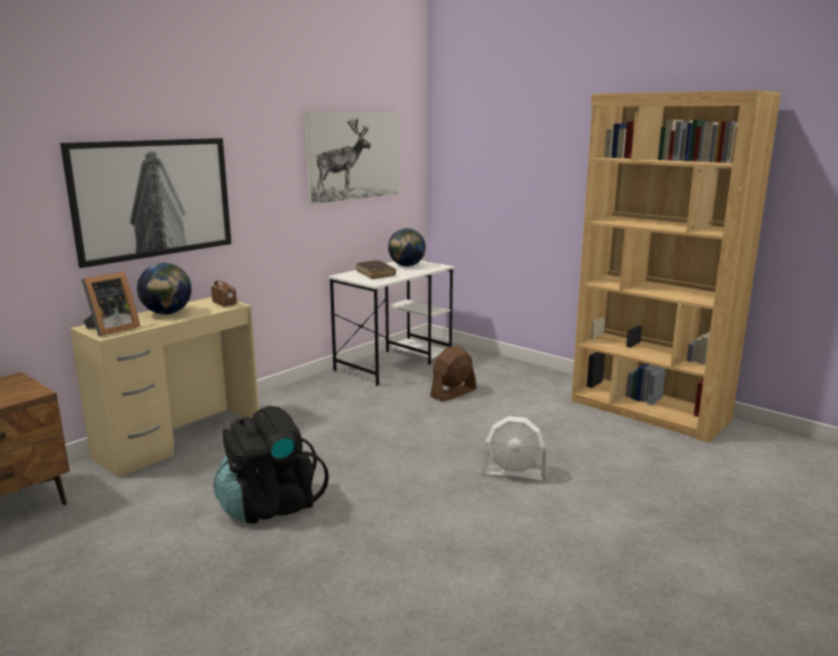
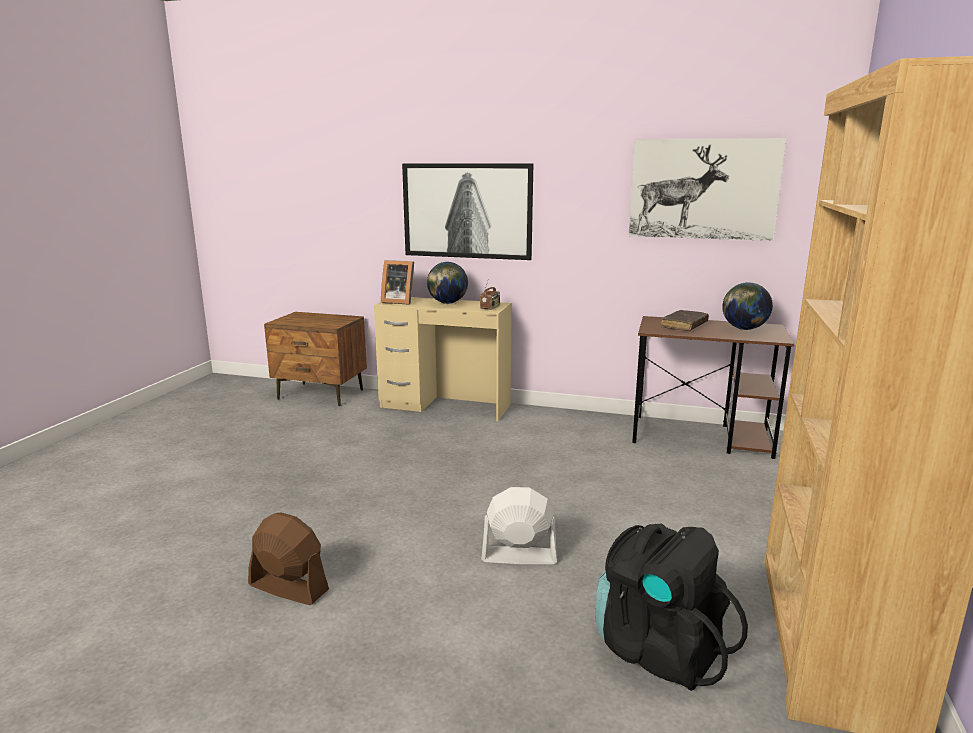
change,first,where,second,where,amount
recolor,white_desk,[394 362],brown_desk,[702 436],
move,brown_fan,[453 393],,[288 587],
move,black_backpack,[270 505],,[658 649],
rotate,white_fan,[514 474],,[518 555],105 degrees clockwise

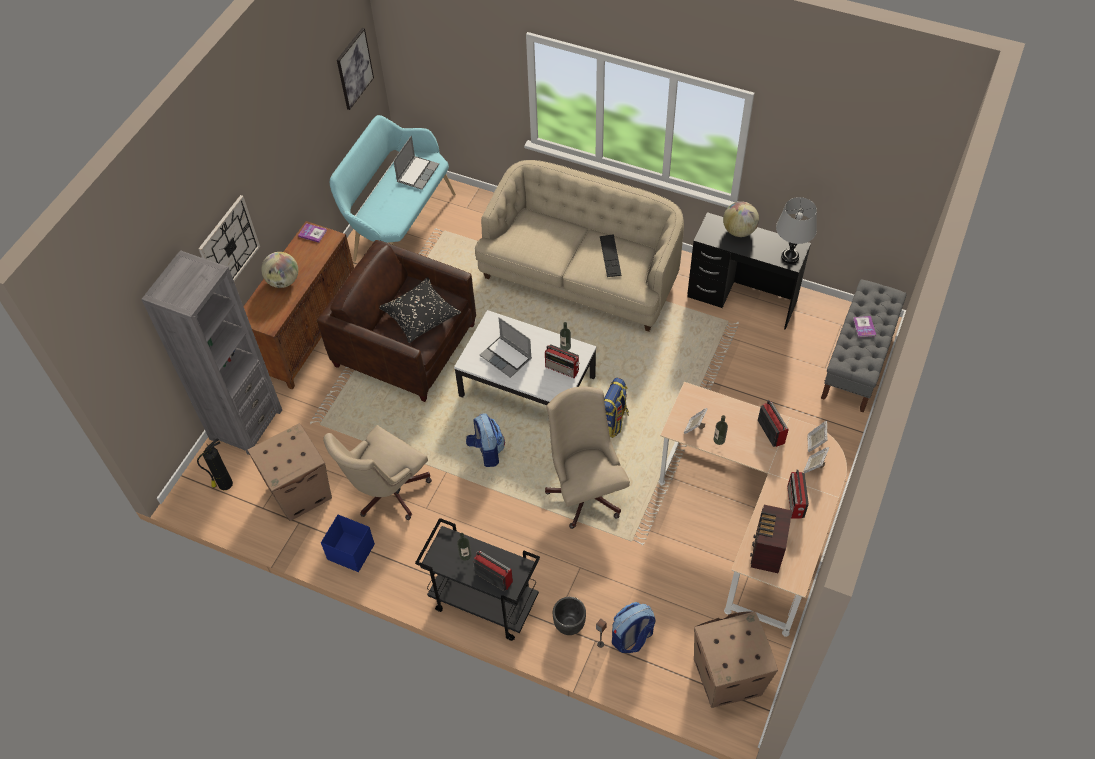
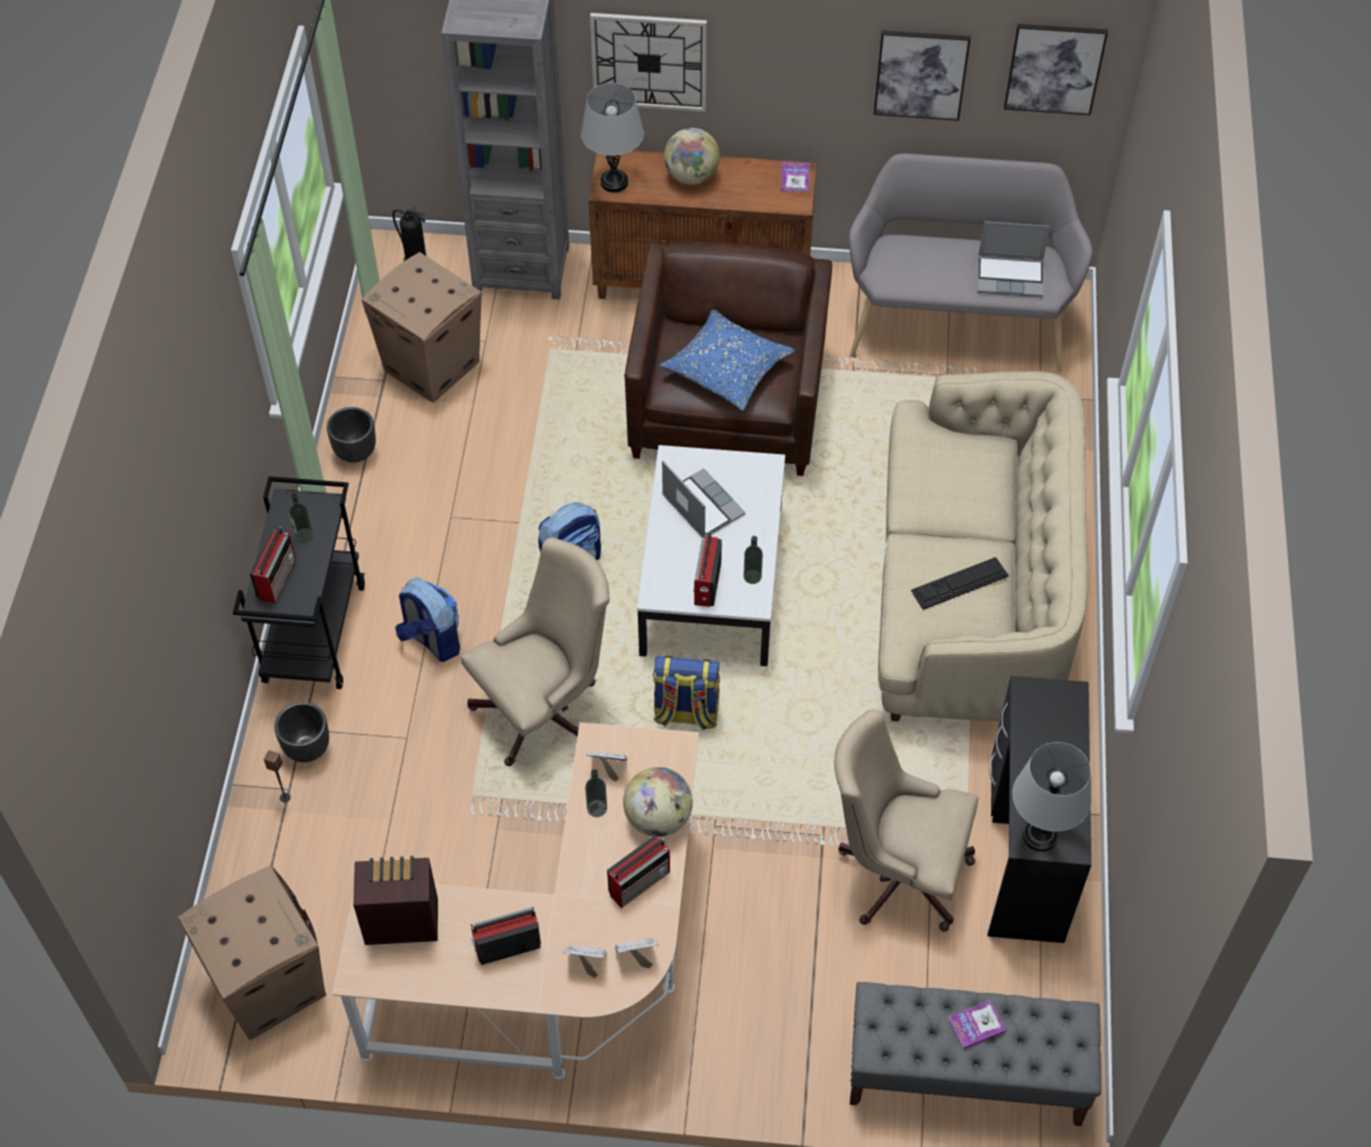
change,first,where,second,where,amount
recolor,turquoise_bench,[399 227],grey_bench,[956 322],
move,globe,[739 231],,[658 818],
recolor,black_pillow,[420 316],blue_pillow,[727 369],
rotate,laptop,[506 357],,[701 505],120 degrees clockwise
move,beige_office_chair,[386 493],,[895 871],
replace,blue_storage_box,[350 551],black_planter,[355 452],
move,backpack,[632 638],,[431 640],
insert,,,picture,[921 74],
insert,,,grey_table_lamp,[614 182],

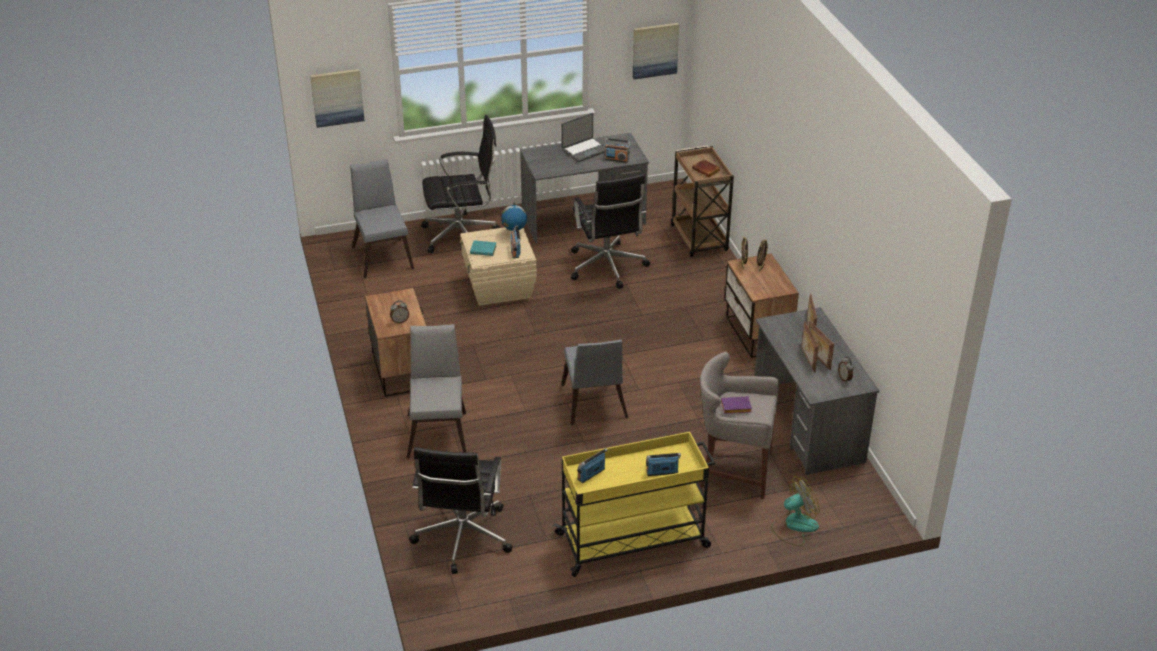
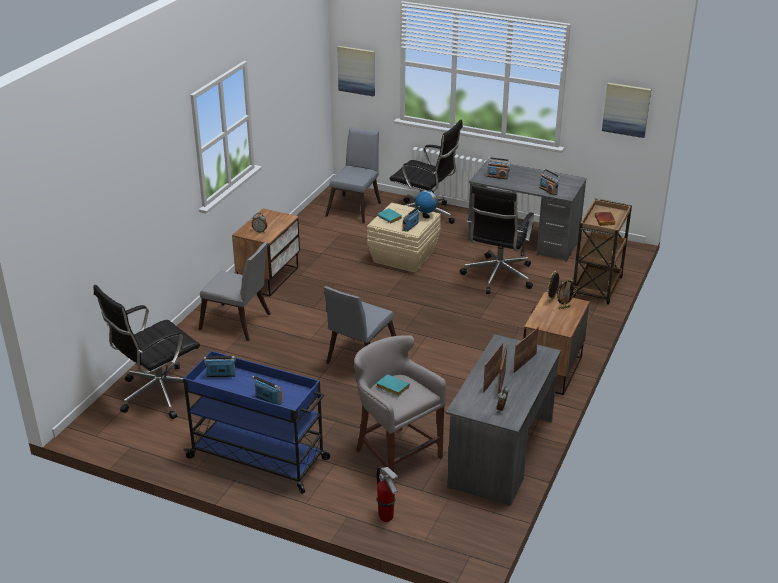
change,first,where,second,where,amount
delete,laptop,[584 150],,,
rotate,grey_chair,[438 431],,[239 324],75 degrees clockwise
recolor,purple_book,[735 408],turquoise_book,[391 388],
recolor,yellow_cart,[634 540],blue_cart,[260 459],
replace,fan,[794 526],fire_extinguisher,[386 517],
insert,,,radio,[497 177],

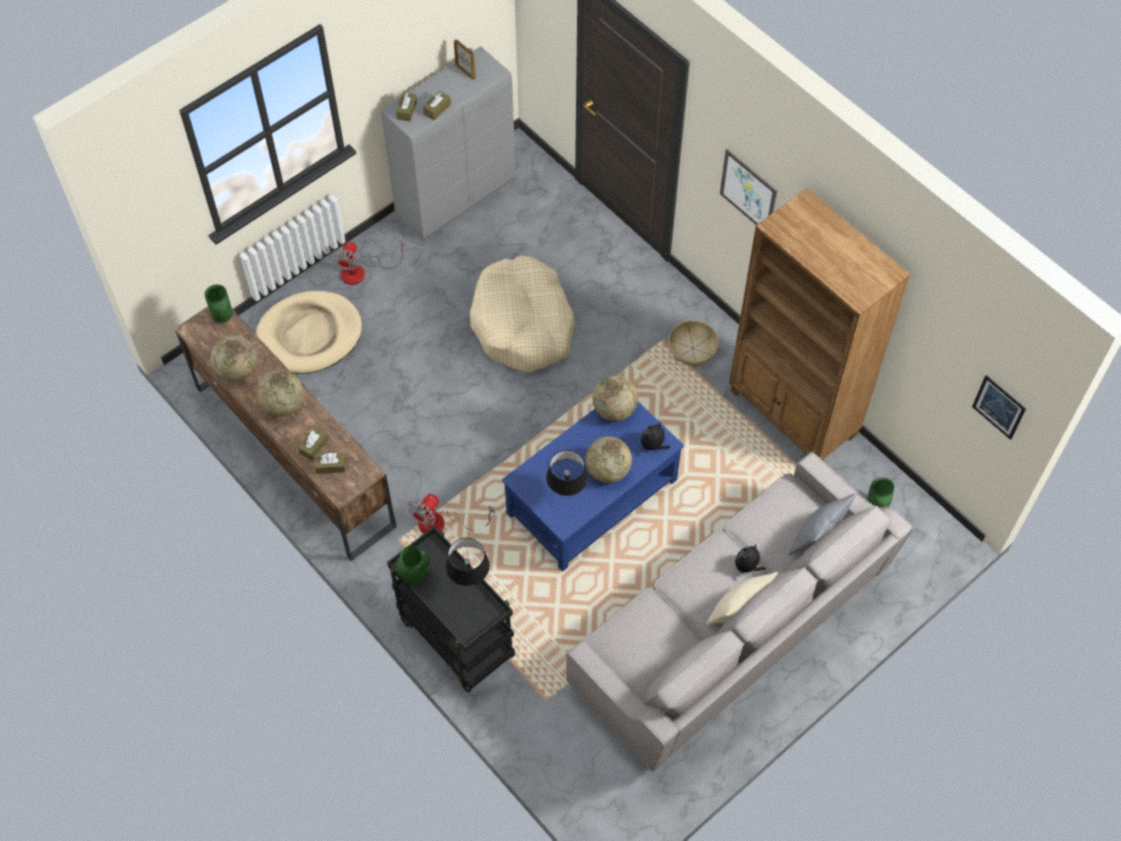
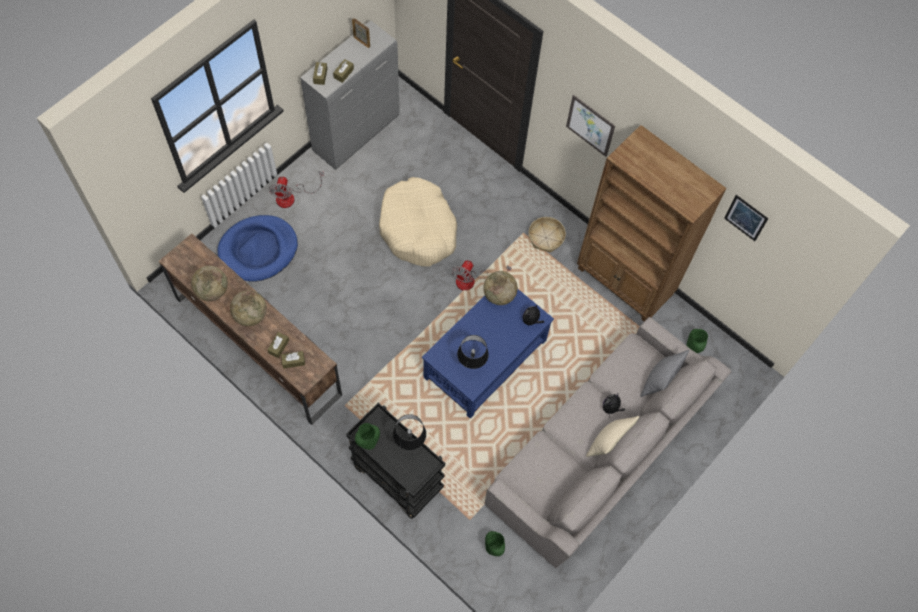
change,first,where,second,where,amount
move,green_vase,[224 318],,[494 548],
recolor,beige_dog_bed,[310 335],blue_dog_bed,[258 250],
move,picture,[999 407],,[746 217],
delete,globe,[607 470],,,
move,fan,[442 524],,[472 281],

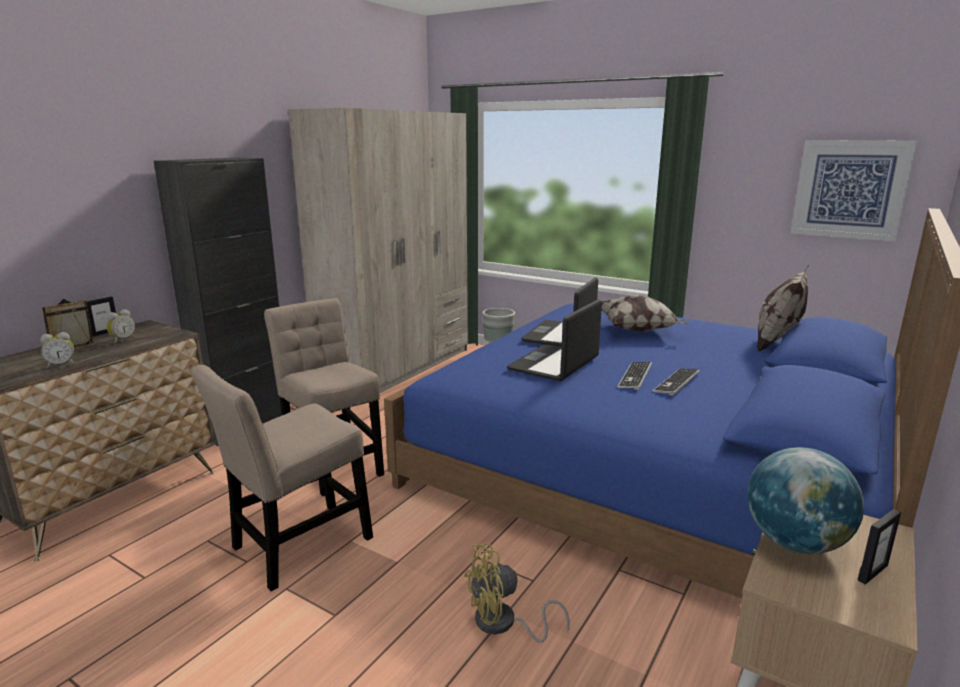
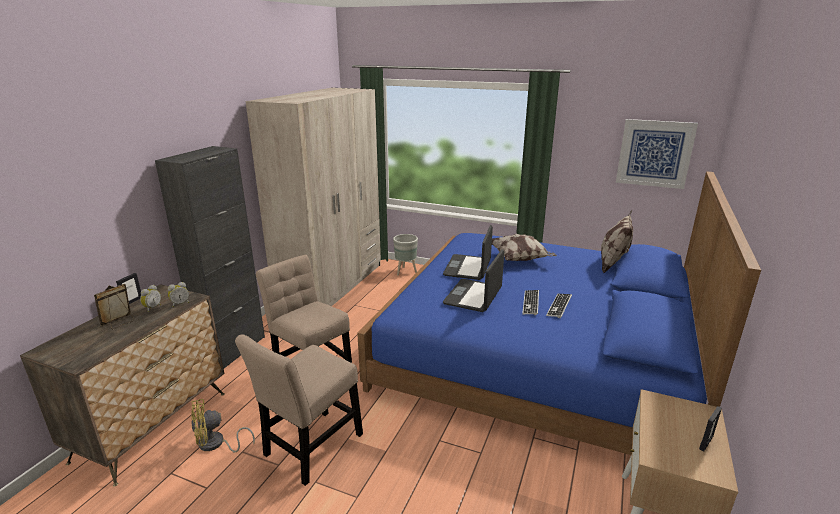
change,first,where,second,where,amount
move,alarm_clock,[61 365],,[180 303],
delete,globe,[795 543],,,
move,yellow_fan,[503 624],,[216 444],

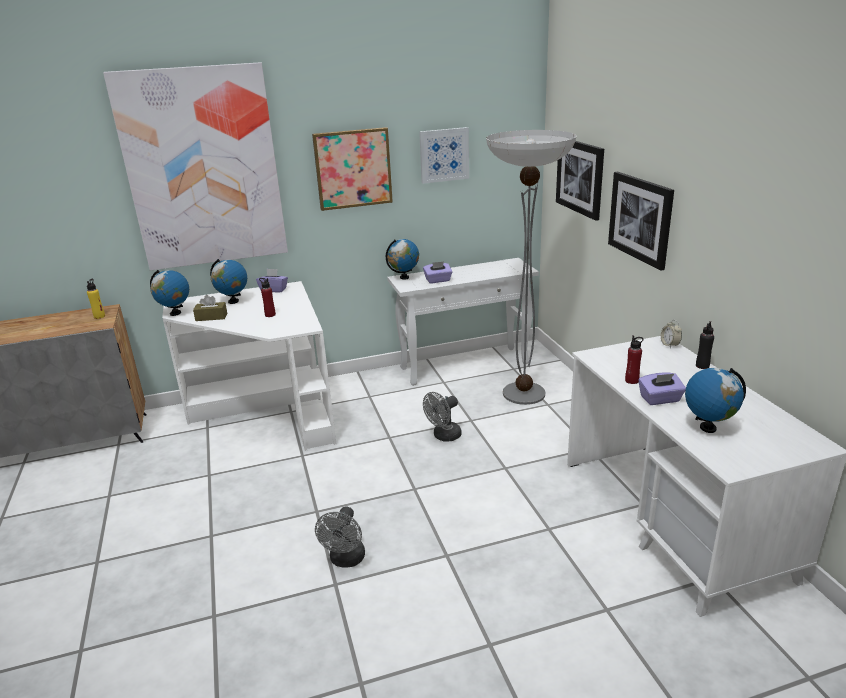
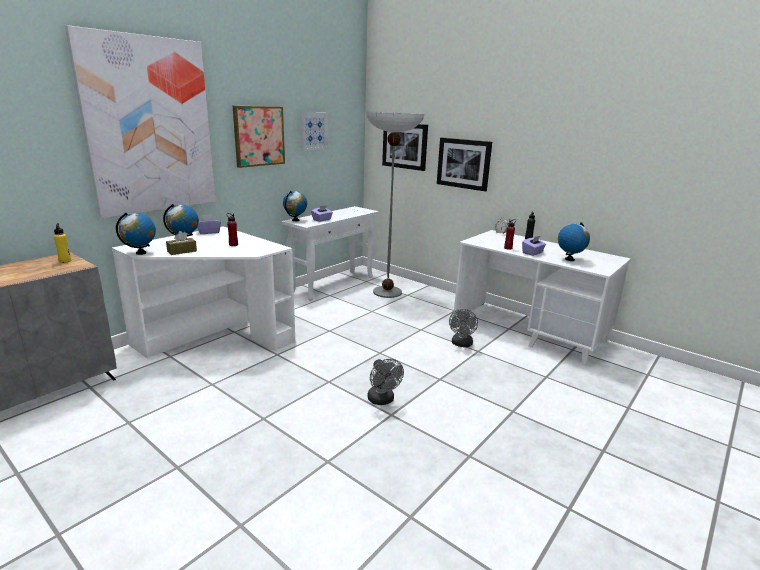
change,first,where,second,where,amount
move,grey_fan,[444 436],,[461 344],

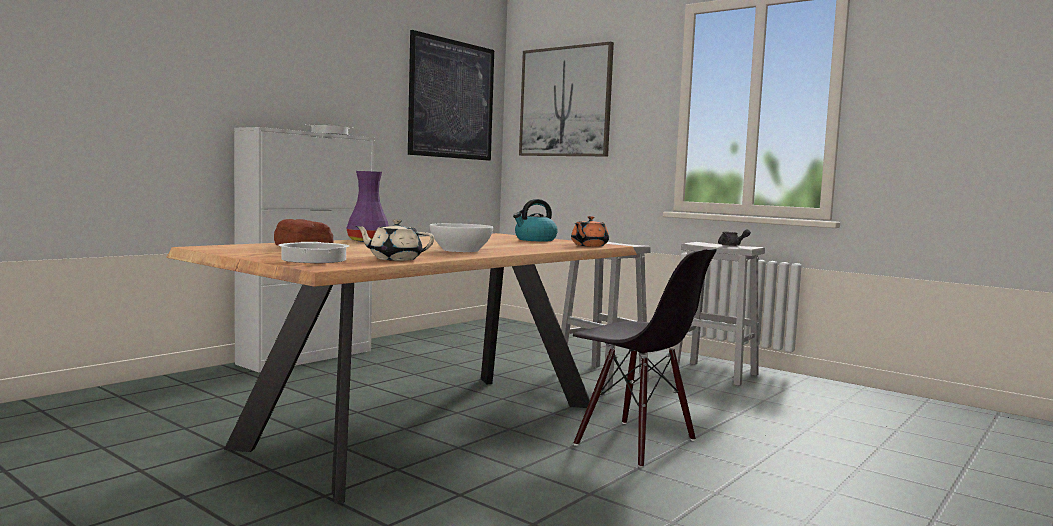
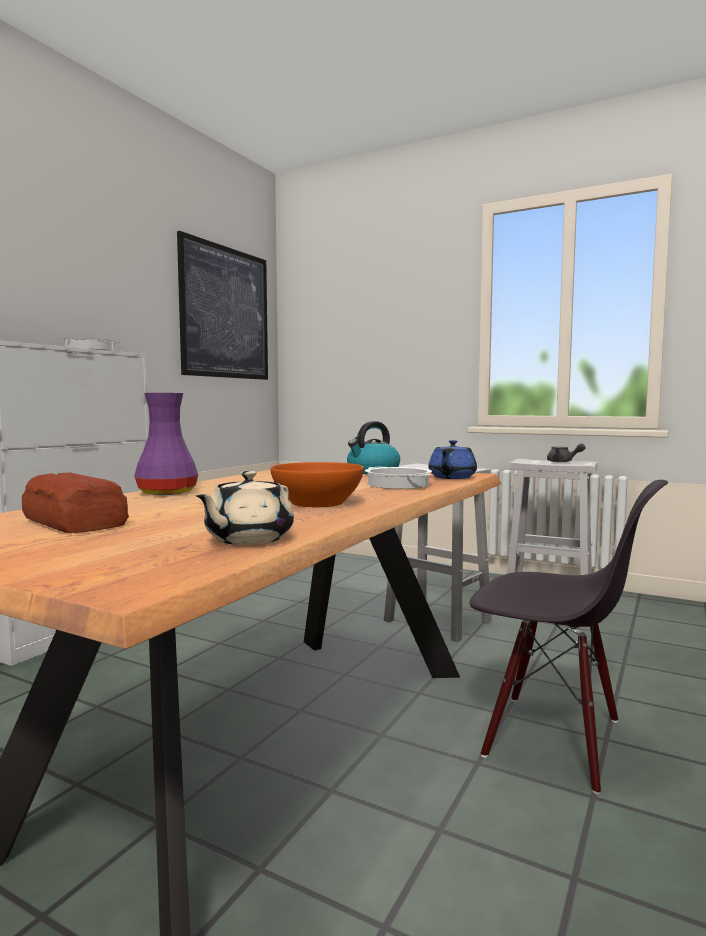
change,first,where,second,where,amount
delete,picture,[565 102],,,
recolor,orange_teapot,[588 245],blue_teapot,[451 477],
rotate,beige_teapot,[394 259],,[247 539],60 degrees counterclockwise
recolor,white_bowl,[460 250],orange_bowl,[317 503],
move,cooking_pot,[315 260],,[399 484],

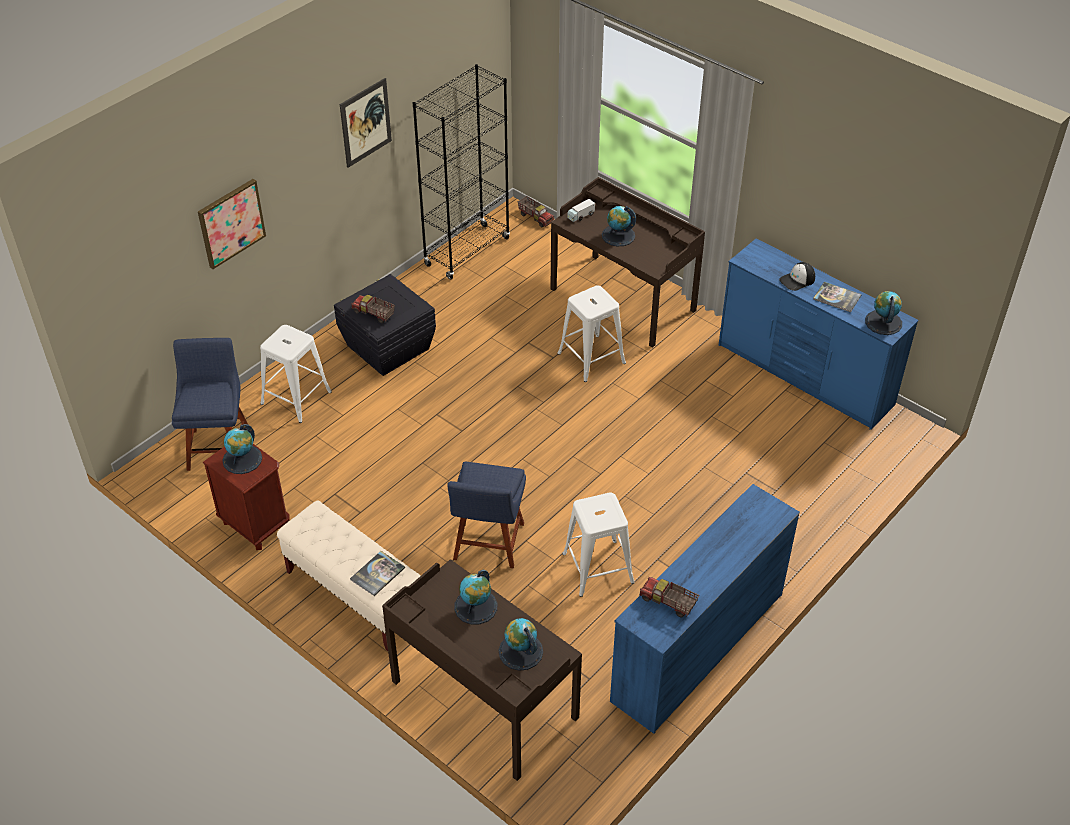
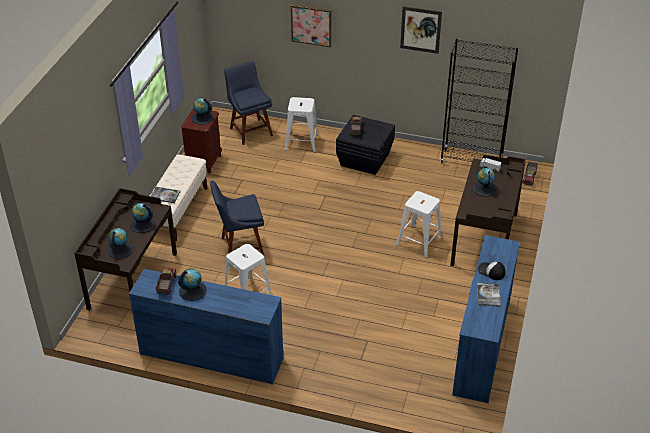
change,first,where,second,where,amount
move,globe,[883 322],,[192 291],
rotate,blue_chair,[219 446],,[250 130],90 degrees counterclockwise

